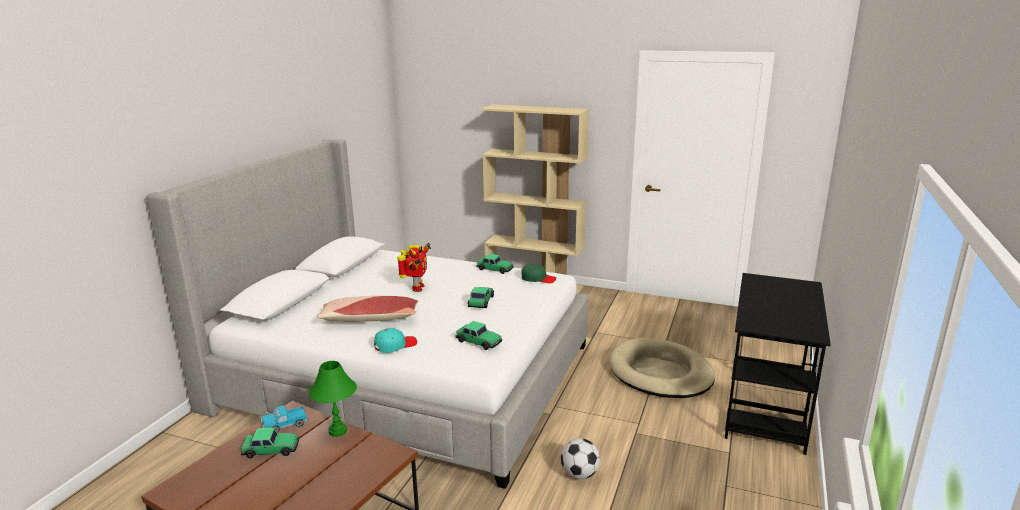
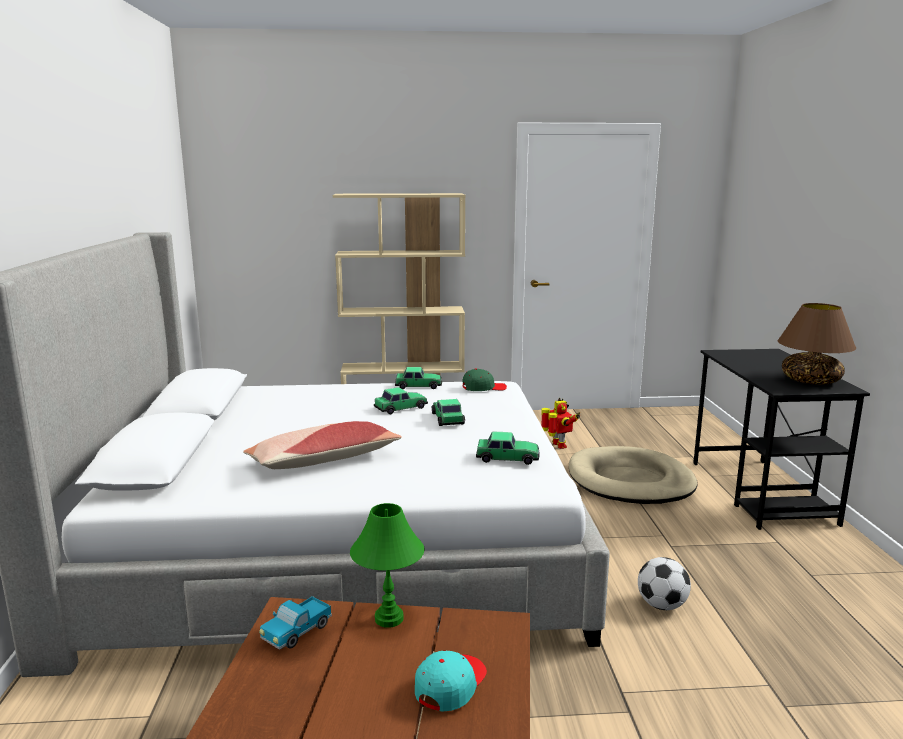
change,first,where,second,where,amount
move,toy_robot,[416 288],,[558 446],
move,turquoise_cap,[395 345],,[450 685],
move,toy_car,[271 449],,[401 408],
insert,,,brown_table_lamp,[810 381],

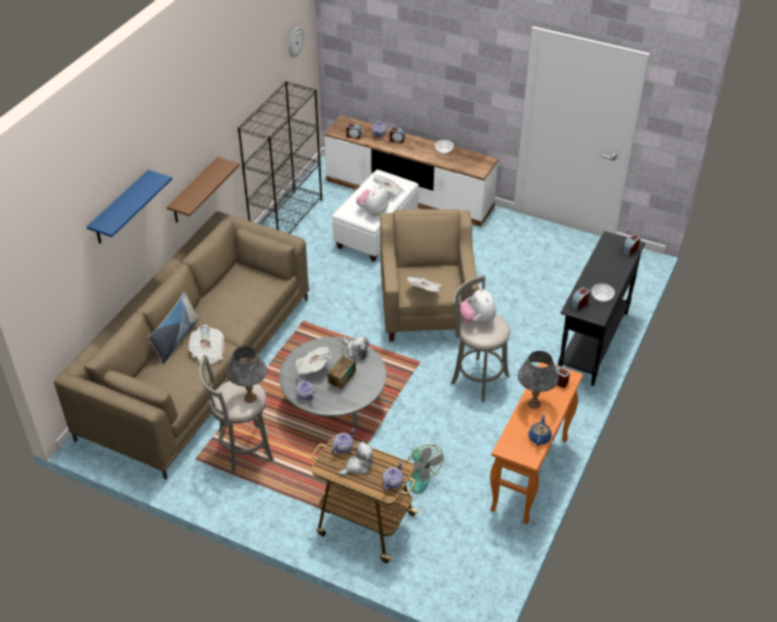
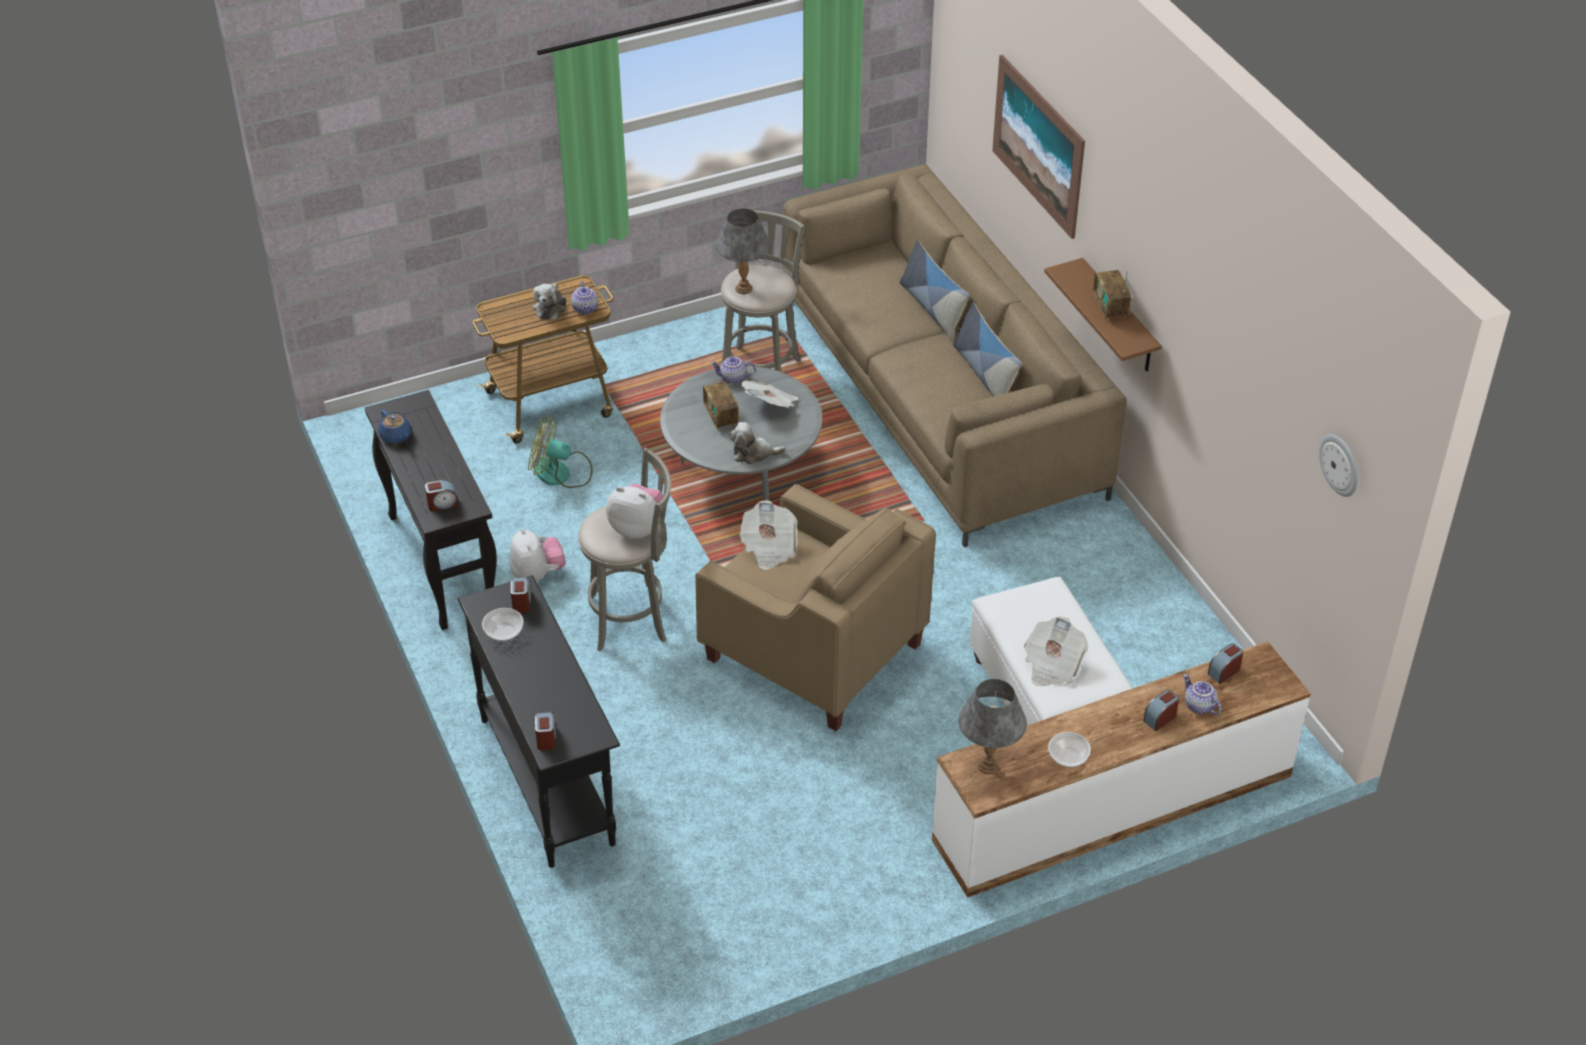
change,first,where,second,where,amount
delete,black_bookcase,[287 219],,,
replace,blue_shelf,[120 208],picture,[1038 145],
move,plush_toy,[373 211],,[537 575],
delete,newspaper,[207 353],,,
move,grey_table_lamp,[534 404],,[988 765],
recolor,orange_console_table,[530 475],black_console_table,[441 563],
delete,teapot,[392 482],,,
insert,,,radio,[1110 308],
insert,,,pillow,[985 373],

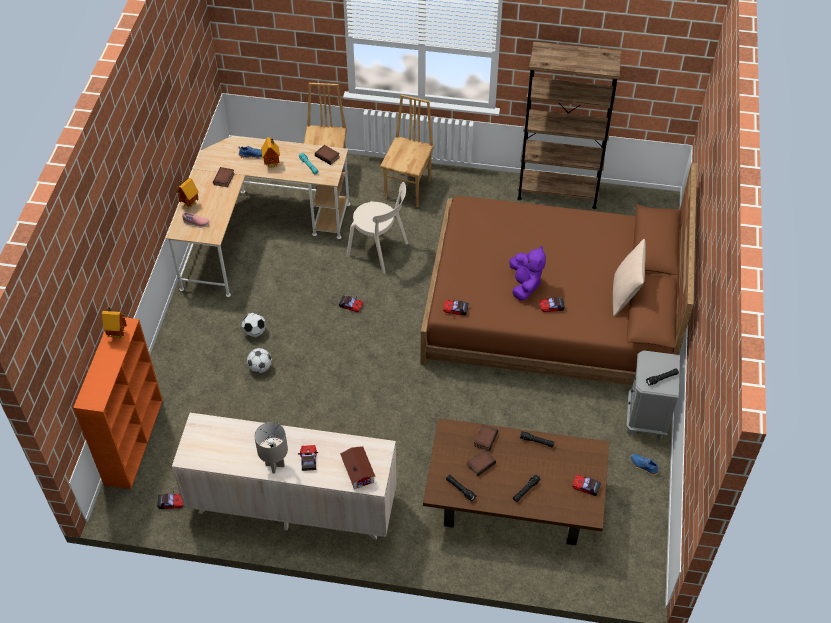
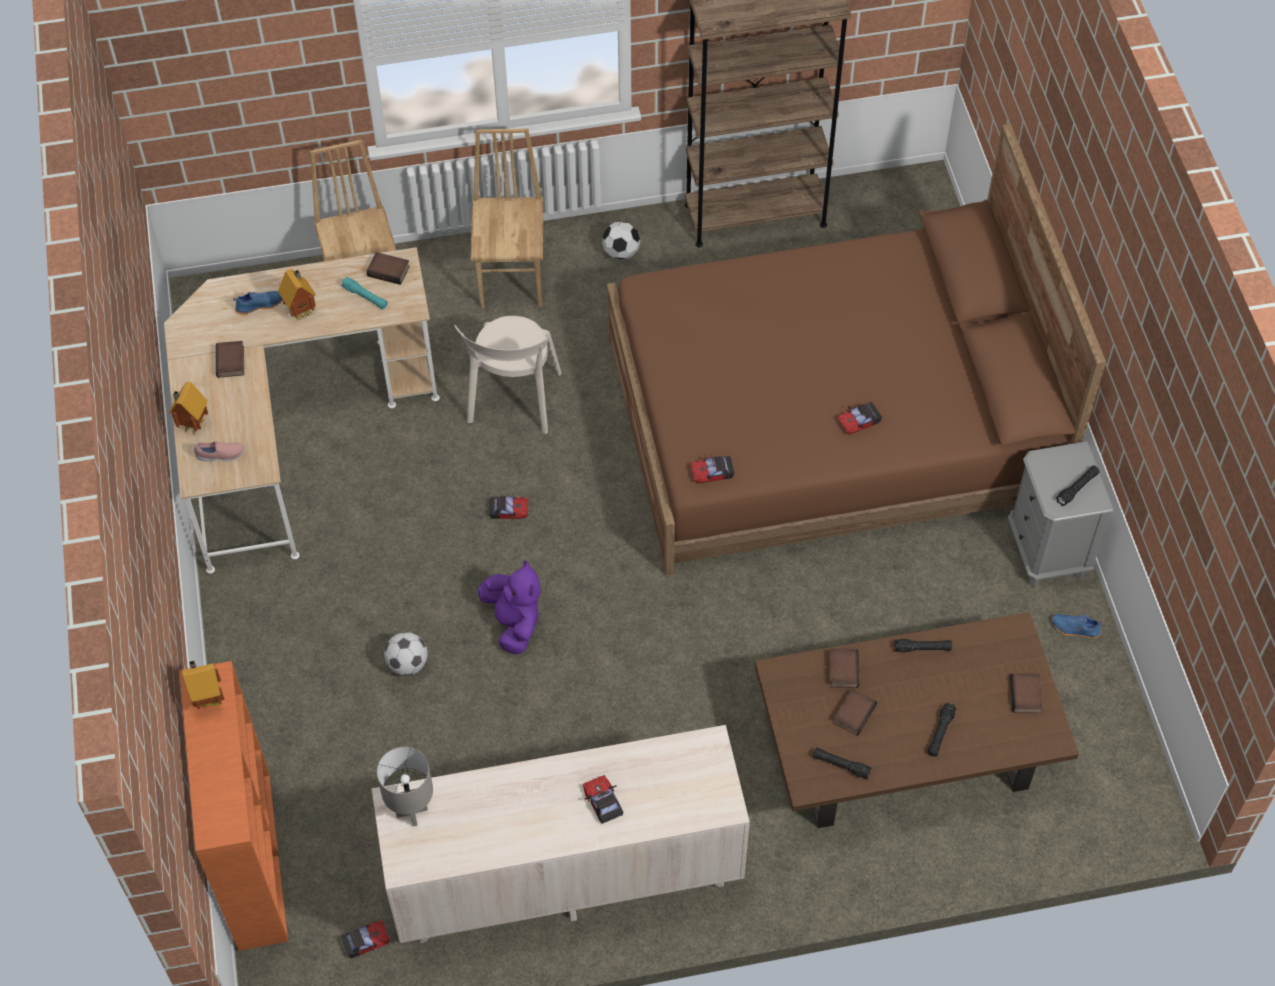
change,first,where,second,where,amount
rotate,beige_chair,[380 251],,[513 401],90 degrees clockwise
delete,beige_pillow,[624 295],,,
move,purple_plush_toy,[525 285],,[514 623],
move,football,[254 332],,[621 252],
move,grey_table_lamp,[275 465],,[412 812],
delete,toy_house,[358 470],,,
replace,toy_car,[586 486],book,[1027 696],

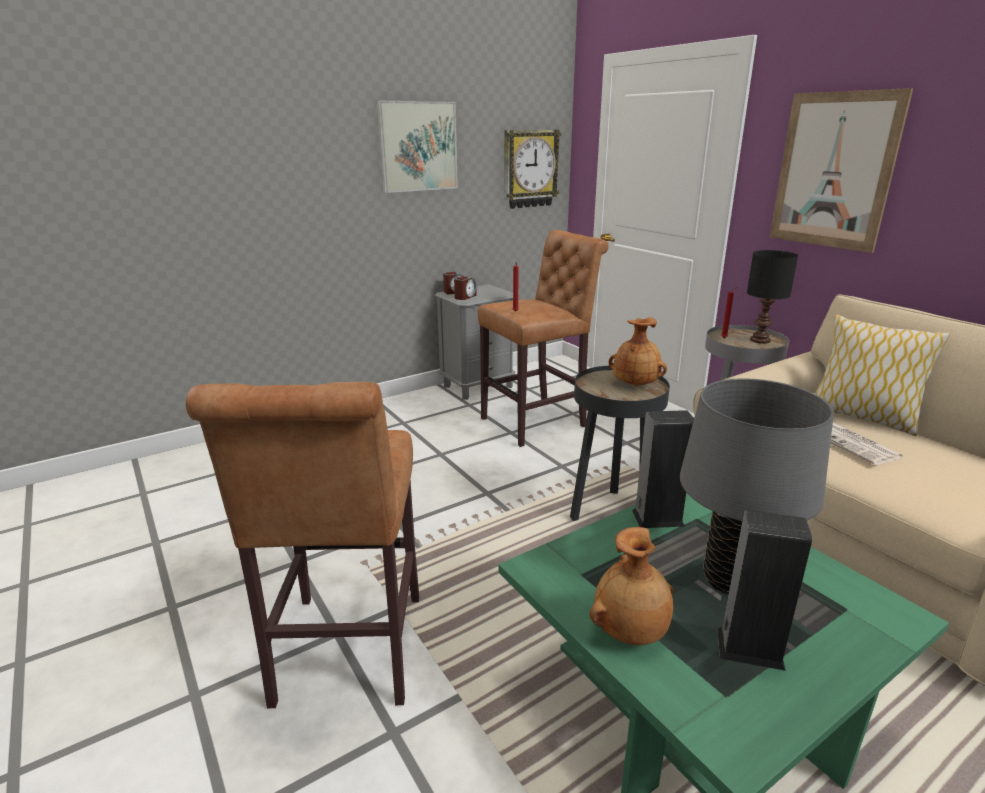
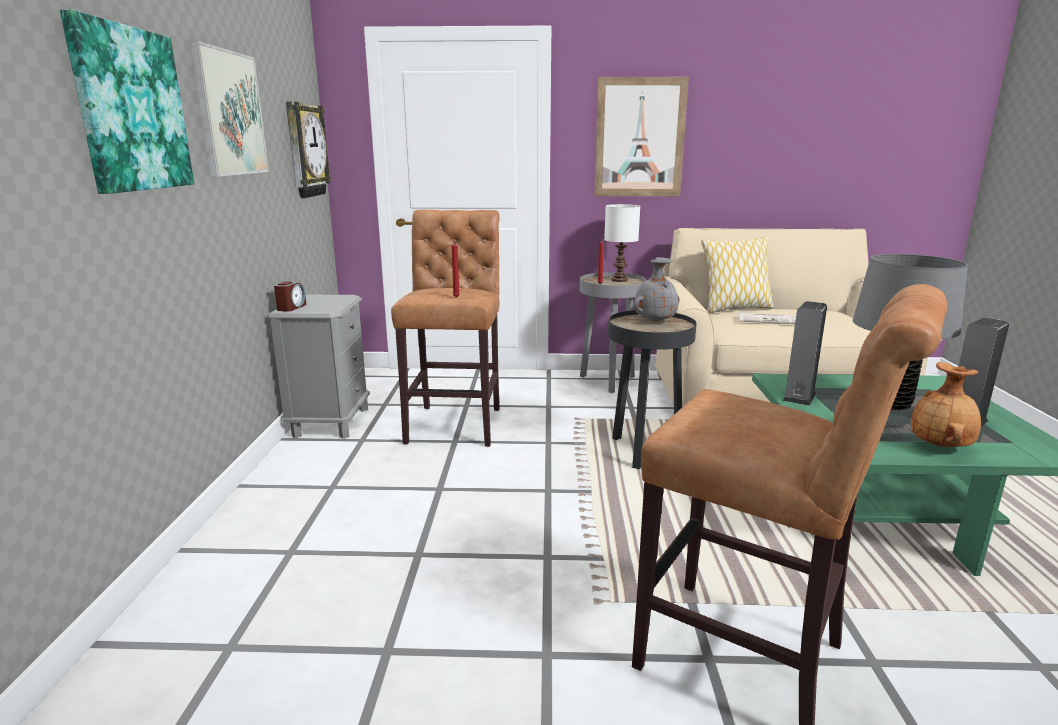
change,first,where,second,where,amount
recolor,black_table_lamp,[760 340],white_table_lamp,[619 280],
delete,alarm_clock,[465 297],,,
recolor,brown_vase,[635 384],grey_vase,[654 321],
insert,,,picture,[131 110],

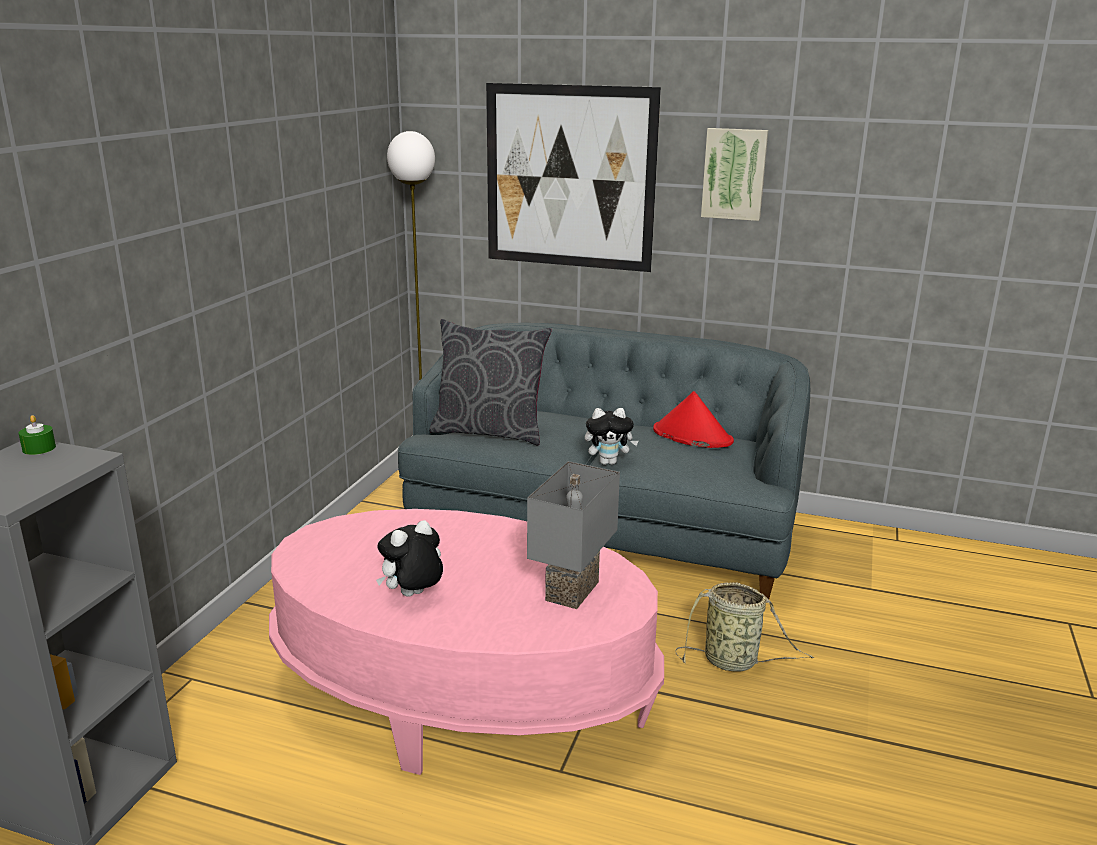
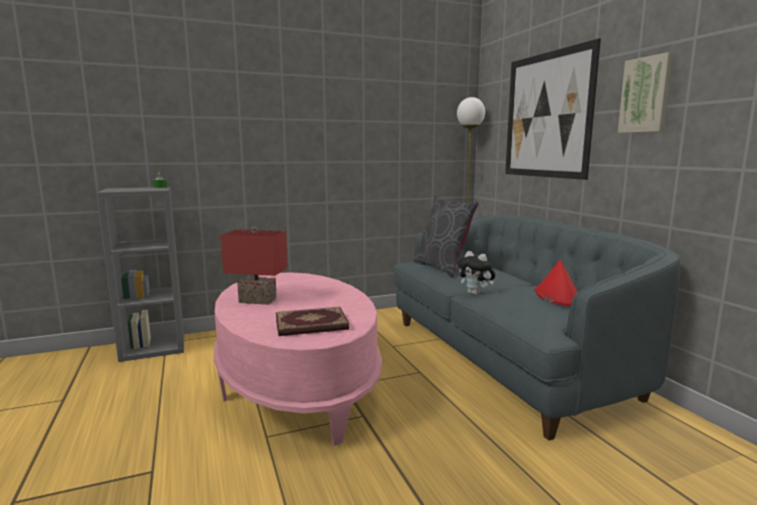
change,first,where,second,where,amount
replace,grey_table_lamp,[574 592],book,[311 325],
replace,plush_toy,[413 596],red_table_lamp,[256 301],
delete,basket,[734 662],,,

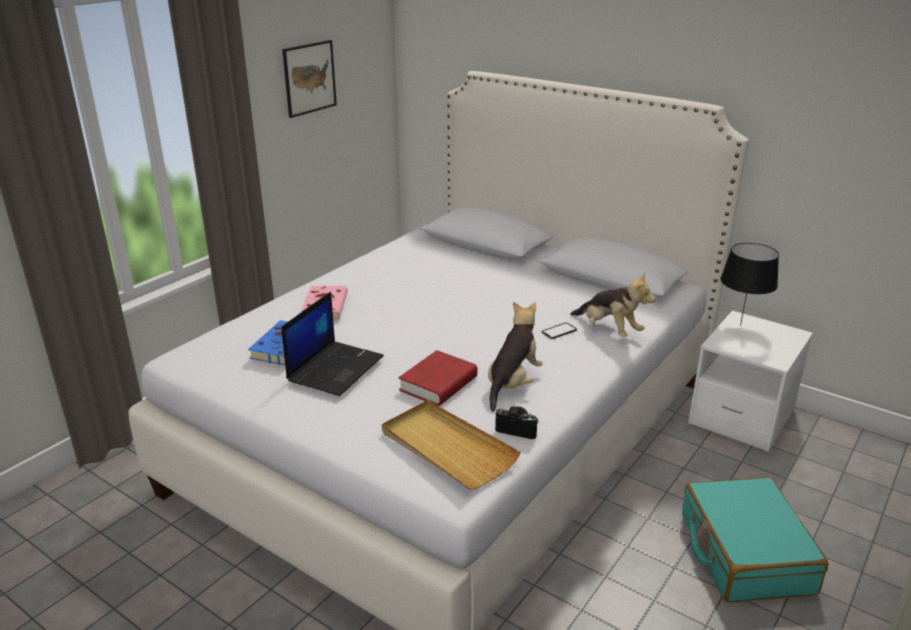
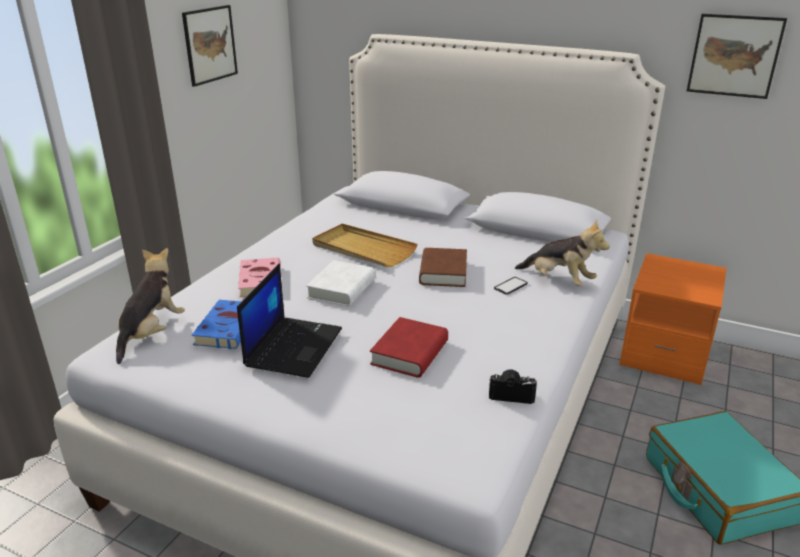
change,first,where,second,where,amount
delete,black_table_lamp,[740 325],,,
move,plush_toy,[512 384],,[151 333],
recolor,white_nightstand,[741 417],orange_nightstand,[664 353],
move,beige_tray,[447 448],,[363 249],
insert,,,picture,[734 56],
insert,,,brown_book,[443 272],
insert,,,white_book,[342 289],

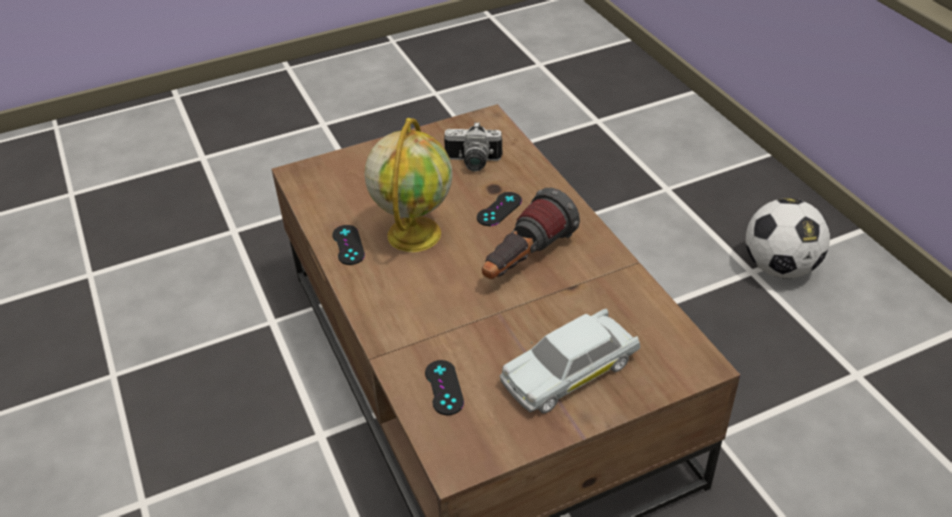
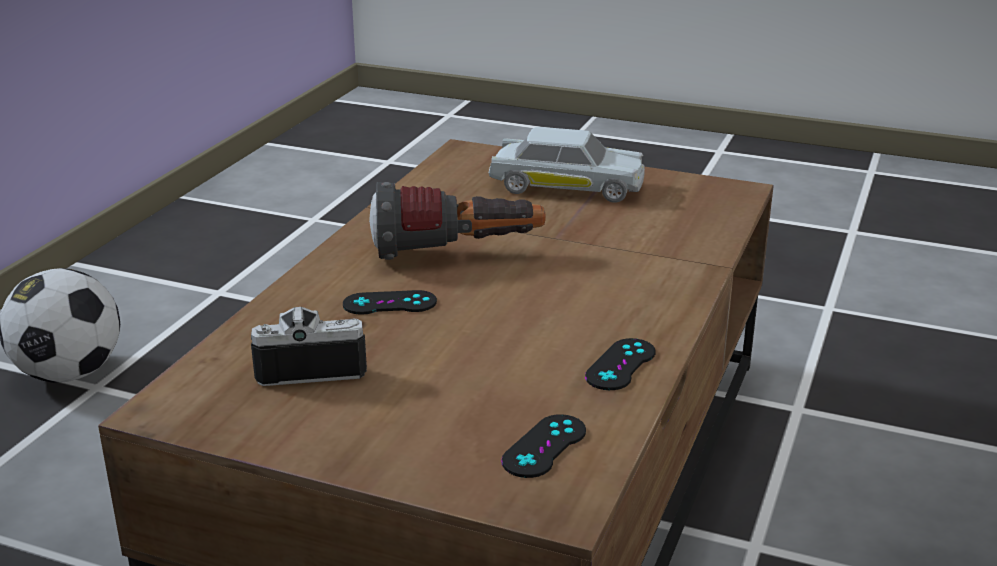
change,first,where,second,where,amount
delete,globe,[414 233],,,
rotate,photo_camera,[472 163],,[311 365],60 degrees counterclockwise
move,black_game_controller,[444 387],,[544 446],

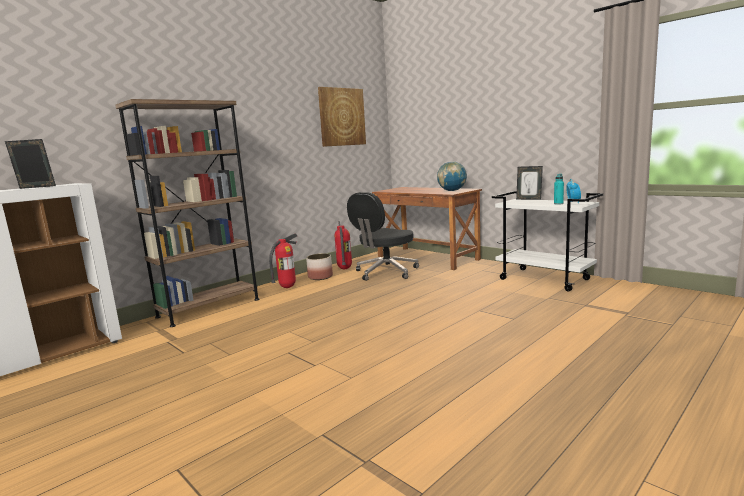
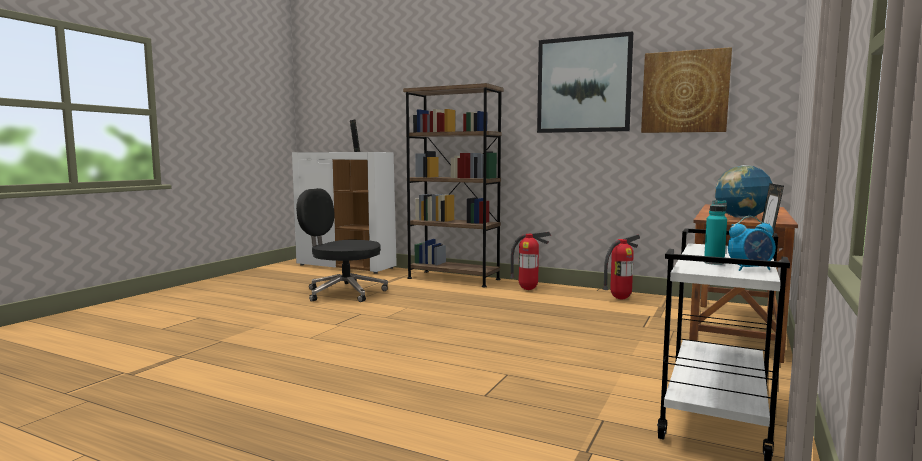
change,first,where,second,where,amount
move,black_office_chair,[385 272],,[343 293],
delete,planter,[320 277],,,
insert,,,picture,[583 84],

